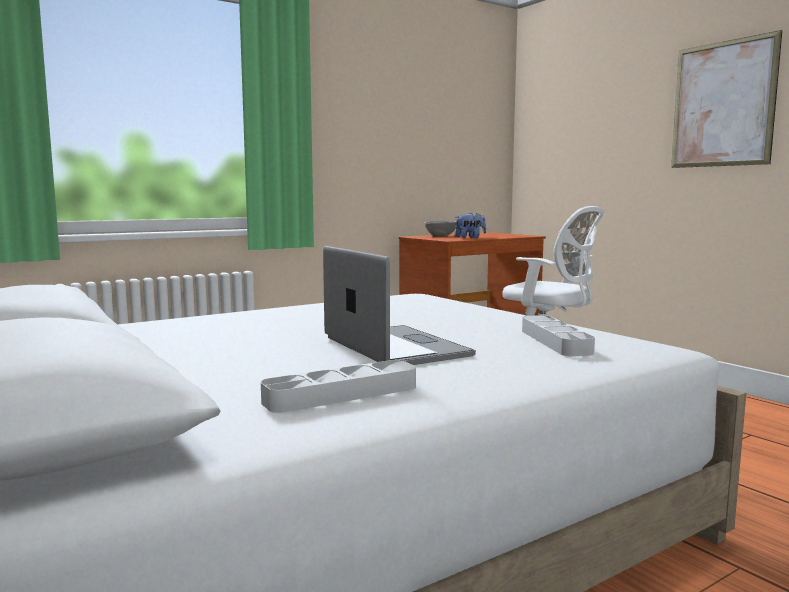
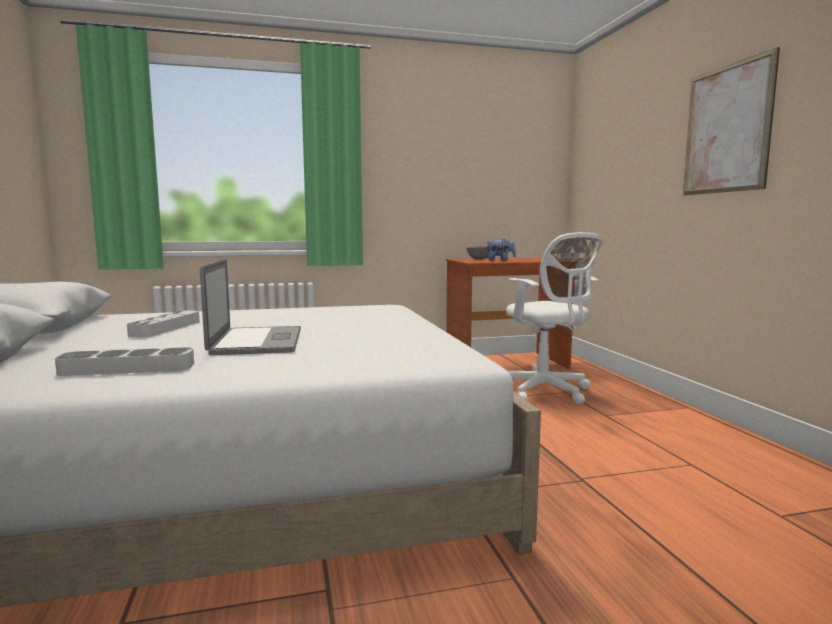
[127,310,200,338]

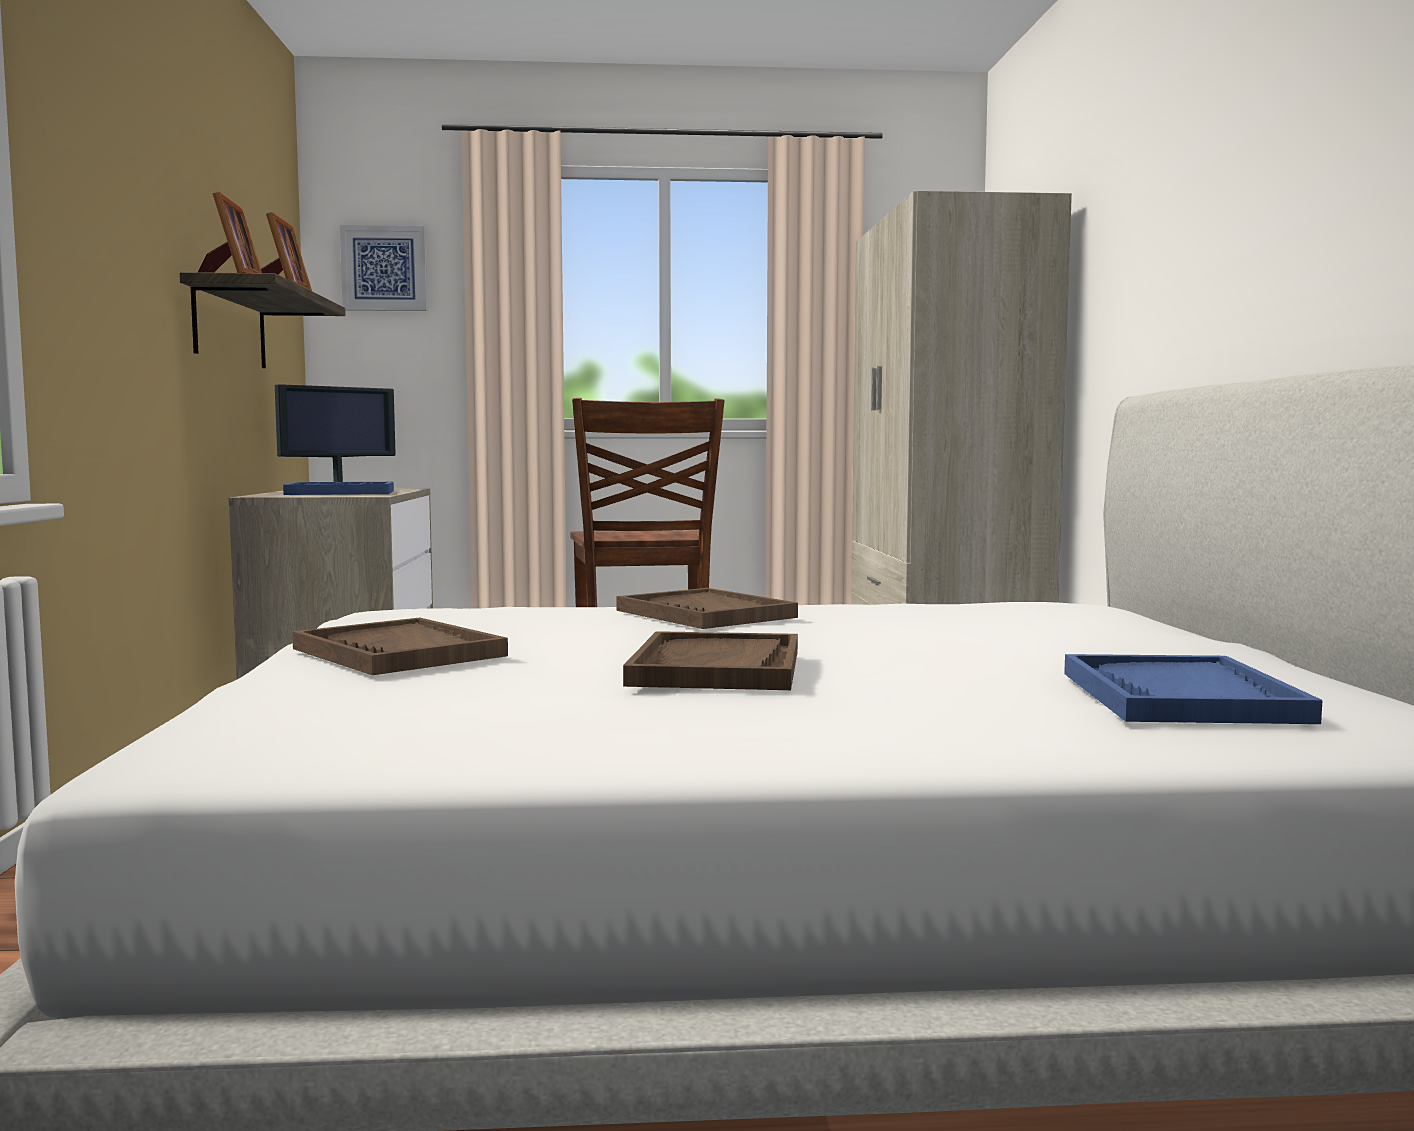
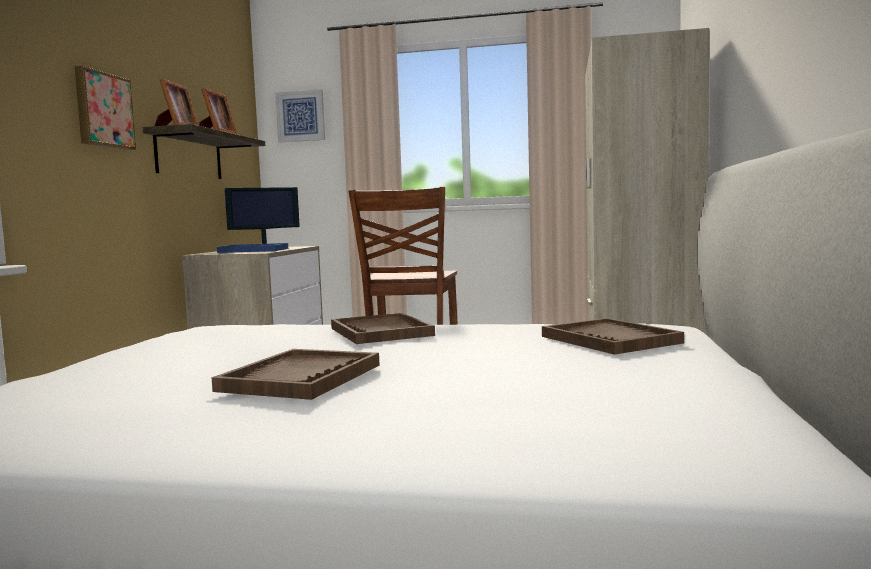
[75,66,136,150]
[542,318,684,355]
[1064,654,1322,724] (first image)

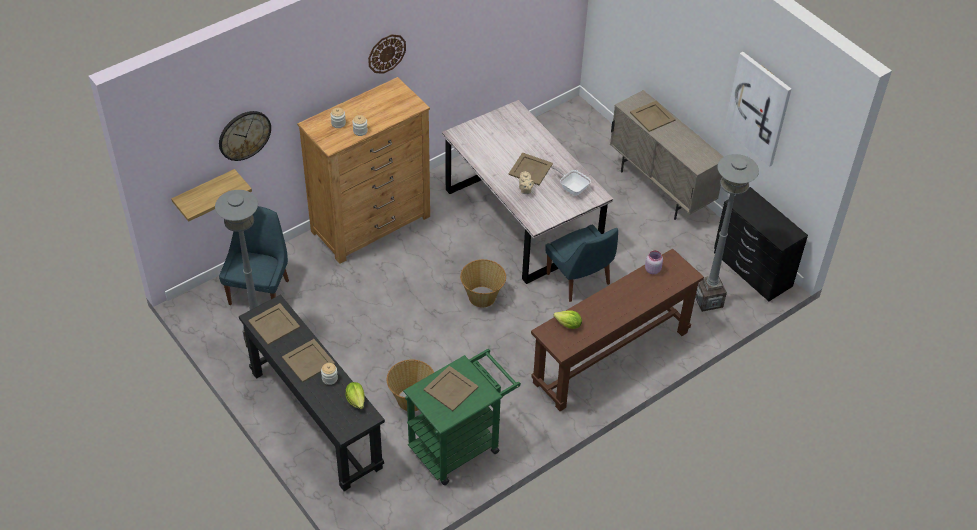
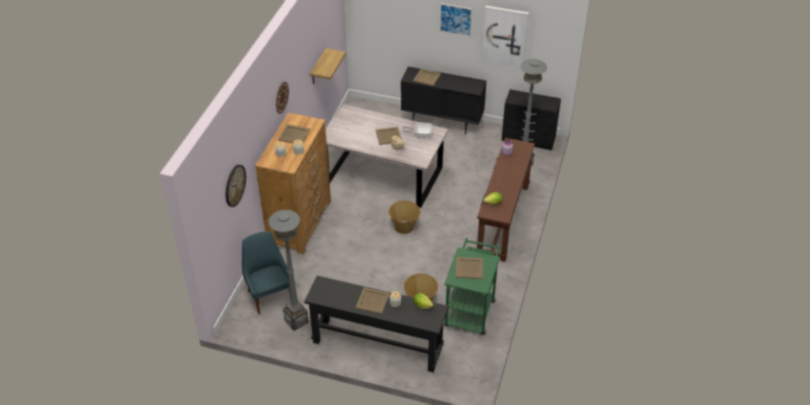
[278,124,310,143]
[310,48,346,84]
[401,67,487,135]
[440,4,473,37]
[545,224,618,302] (first image)

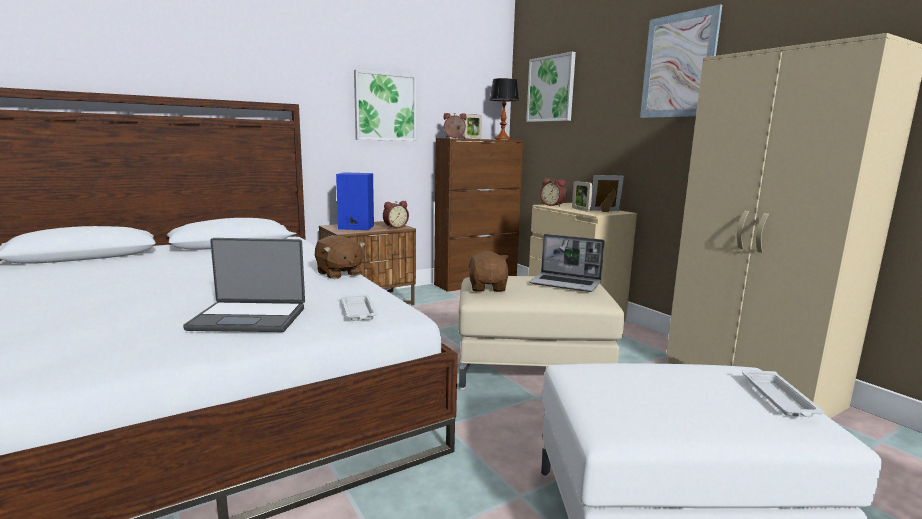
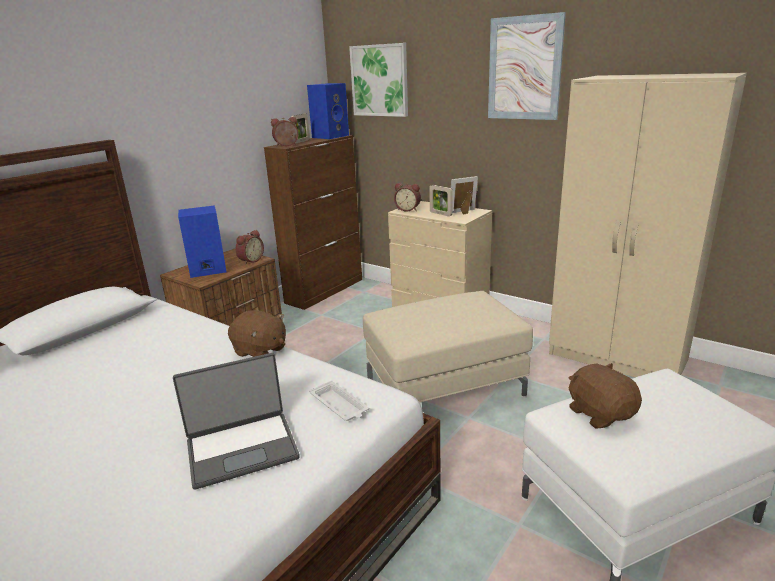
[307,83,349,139]
[568,363,642,429]
[354,70,417,141] (first image)
[530,234,605,292] (first image)
[742,370,824,417] (first image)

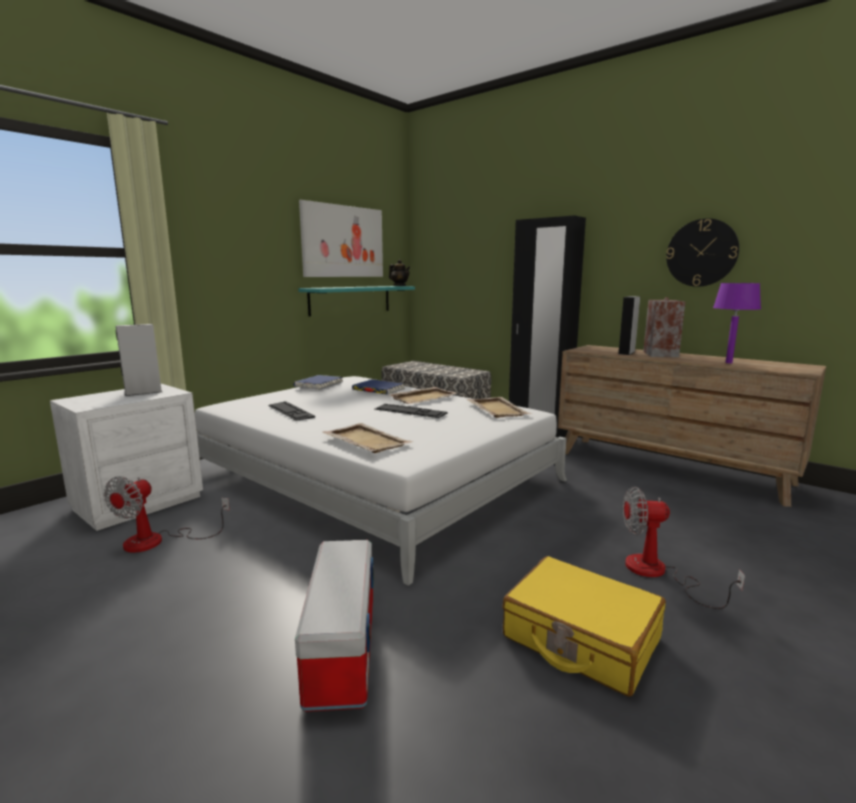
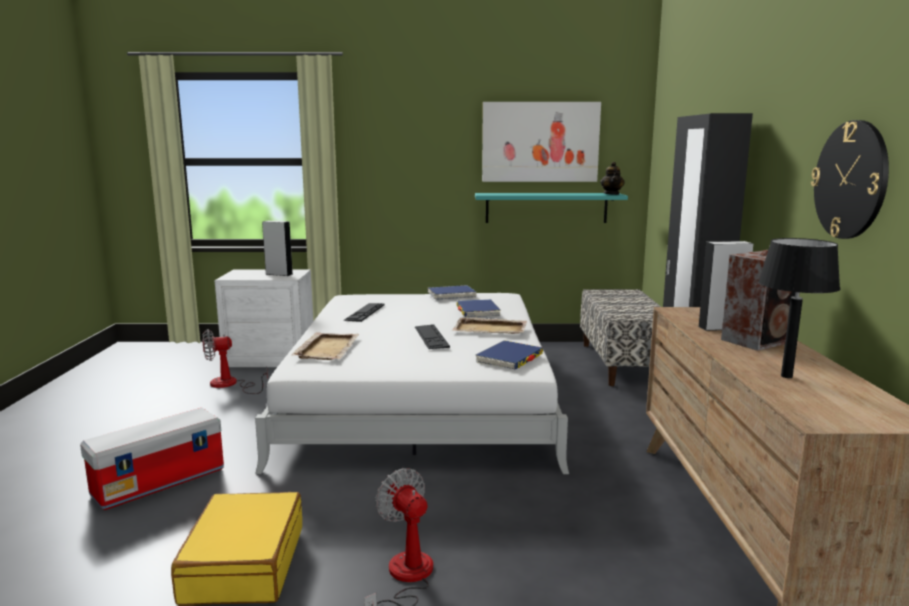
[476,340,543,370]
[758,238,840,378]

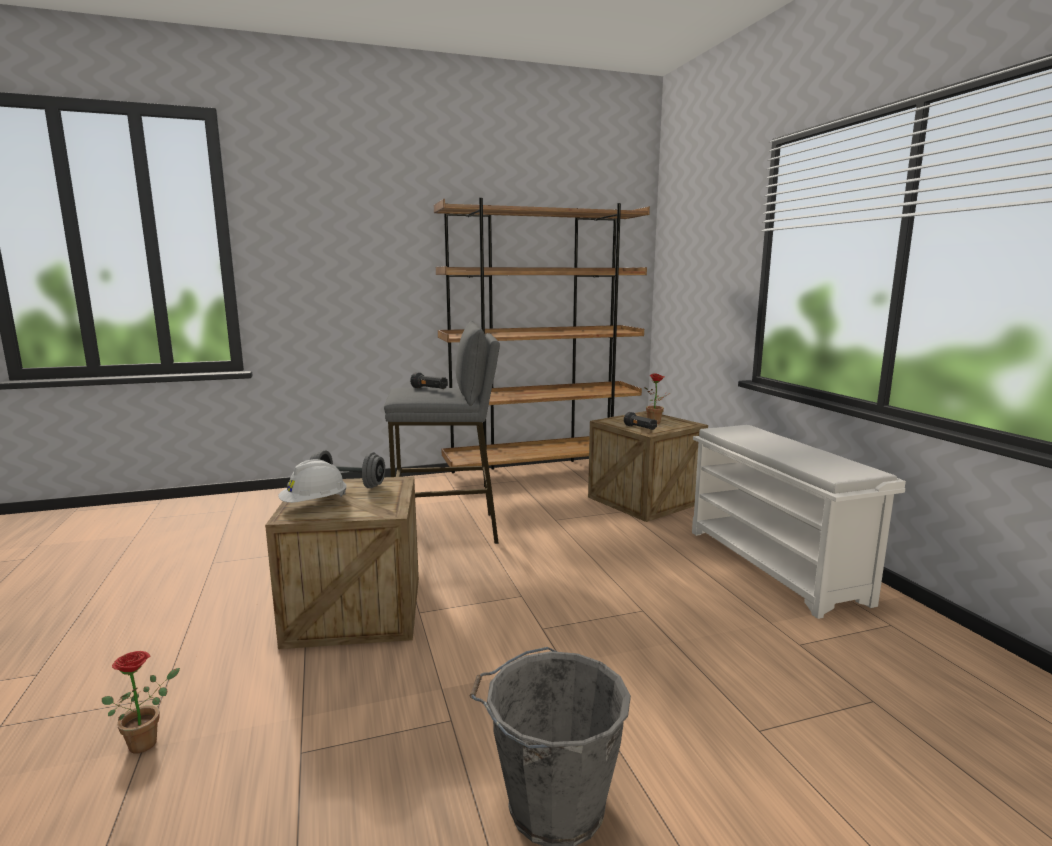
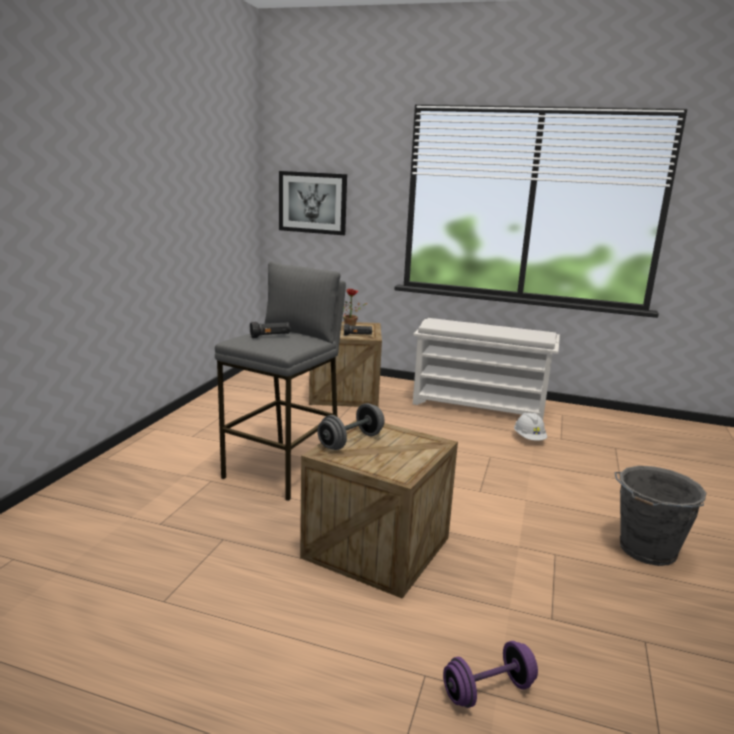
[279,171,347,235]
[443,641,538,708]
[514,413,547,441]
[434,198,650,487] (first image)

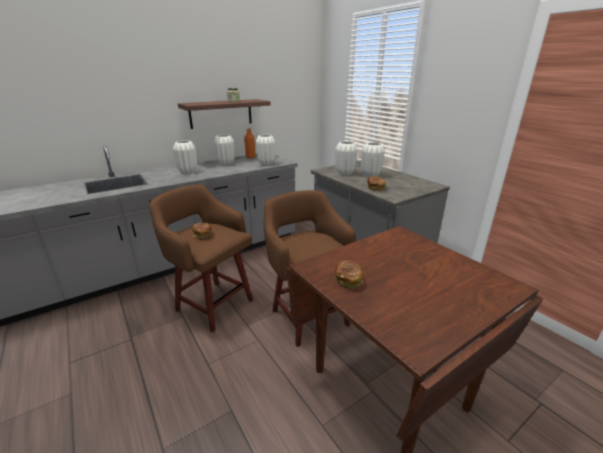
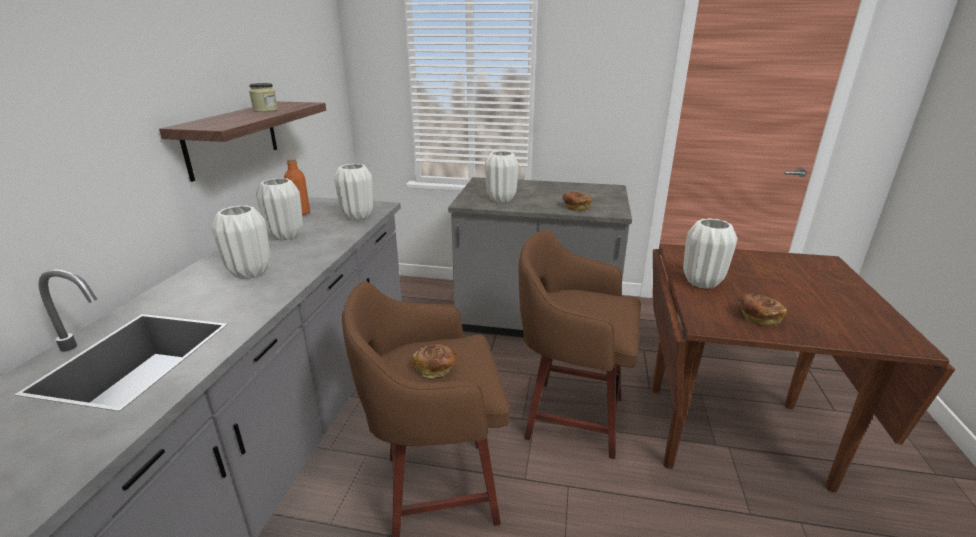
[683,218,738,289]

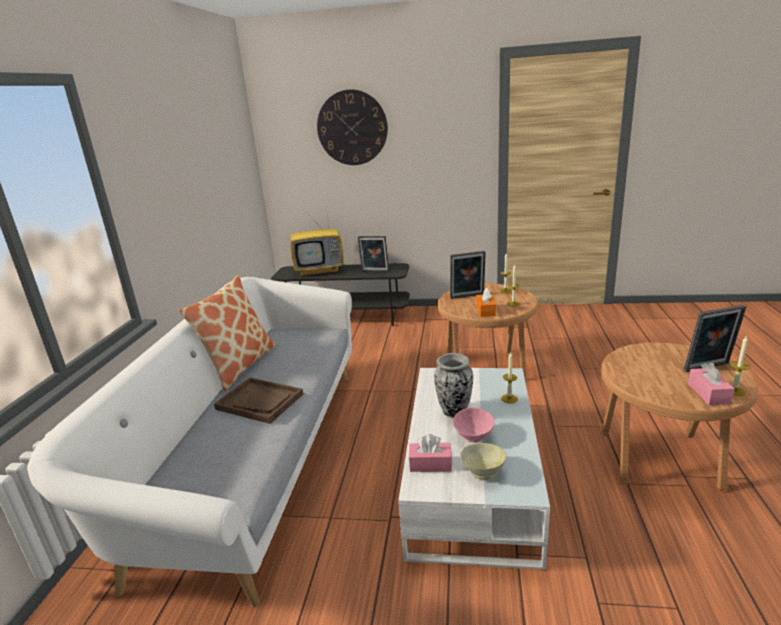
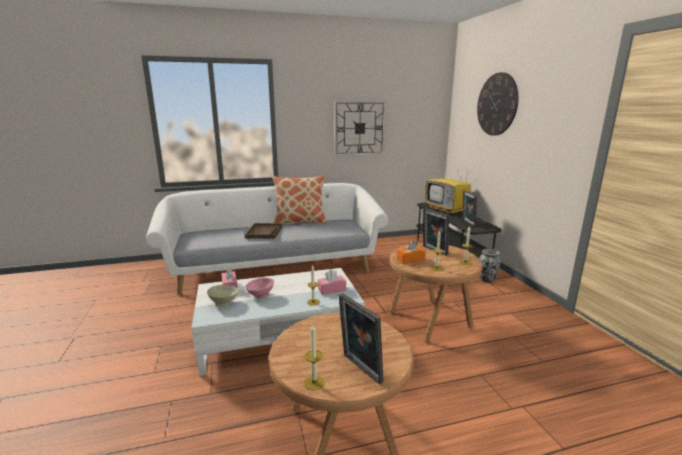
[318,269,346,295]
[334,101,386,156]
[479,249,501,283]

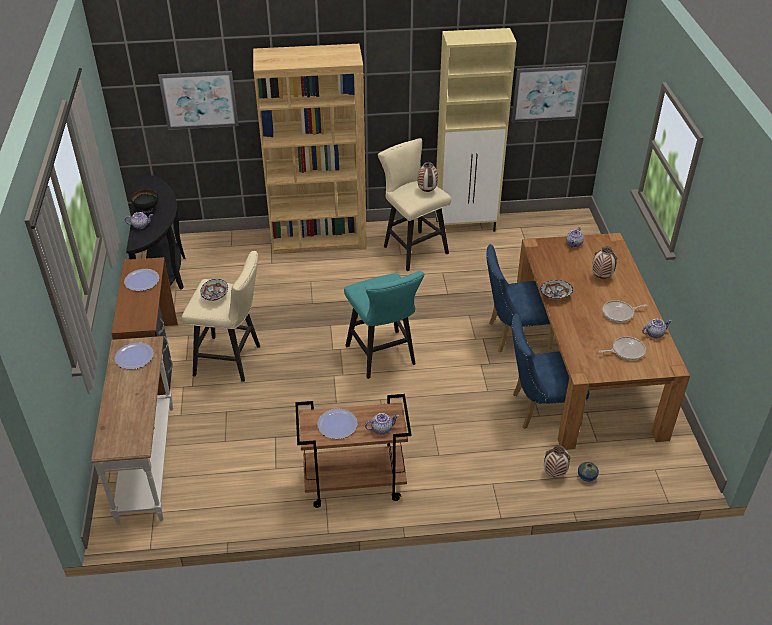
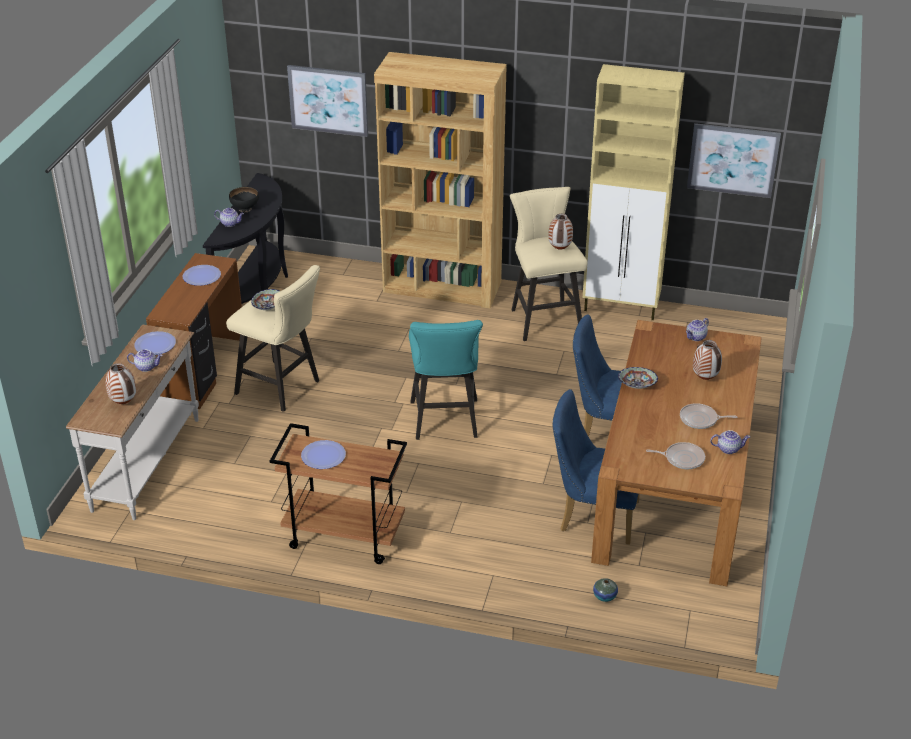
[105,363,136,404]
[127,350,163,372]

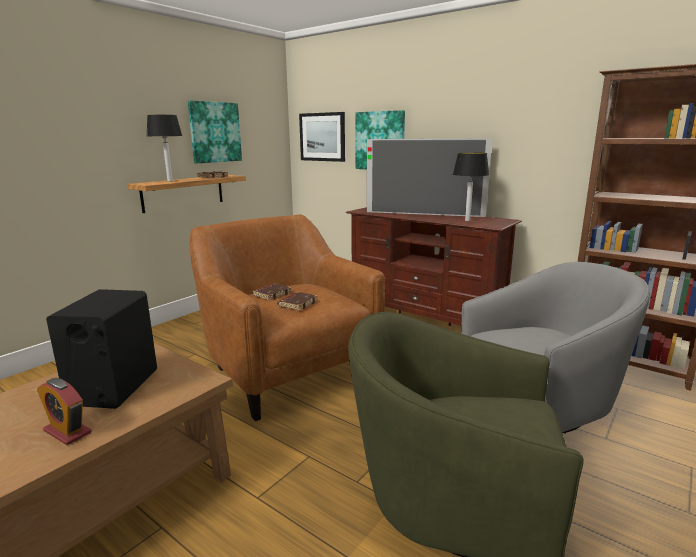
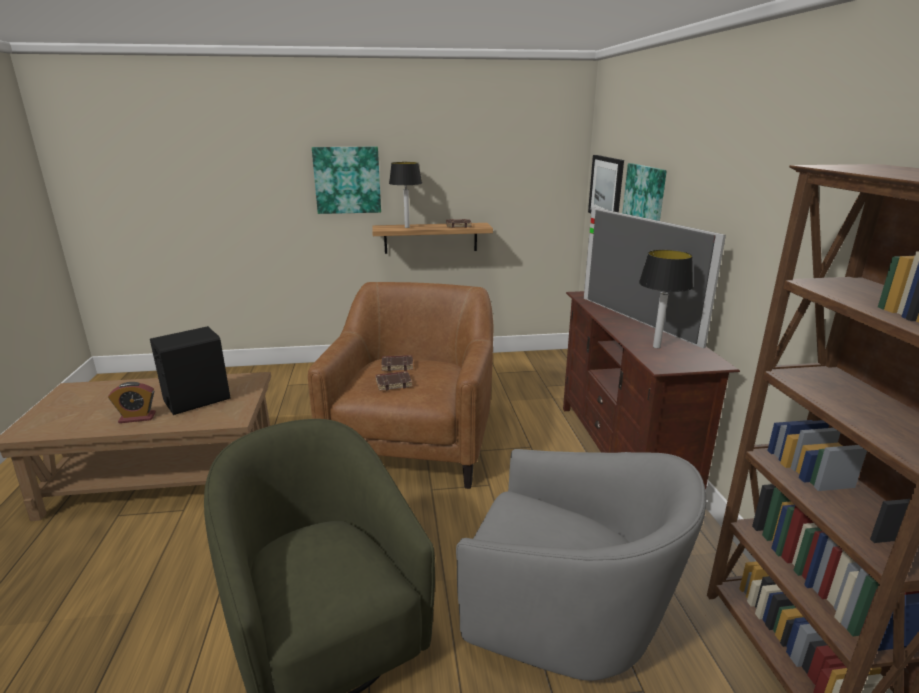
[108,382,156,423]
[312,147,381,214]

